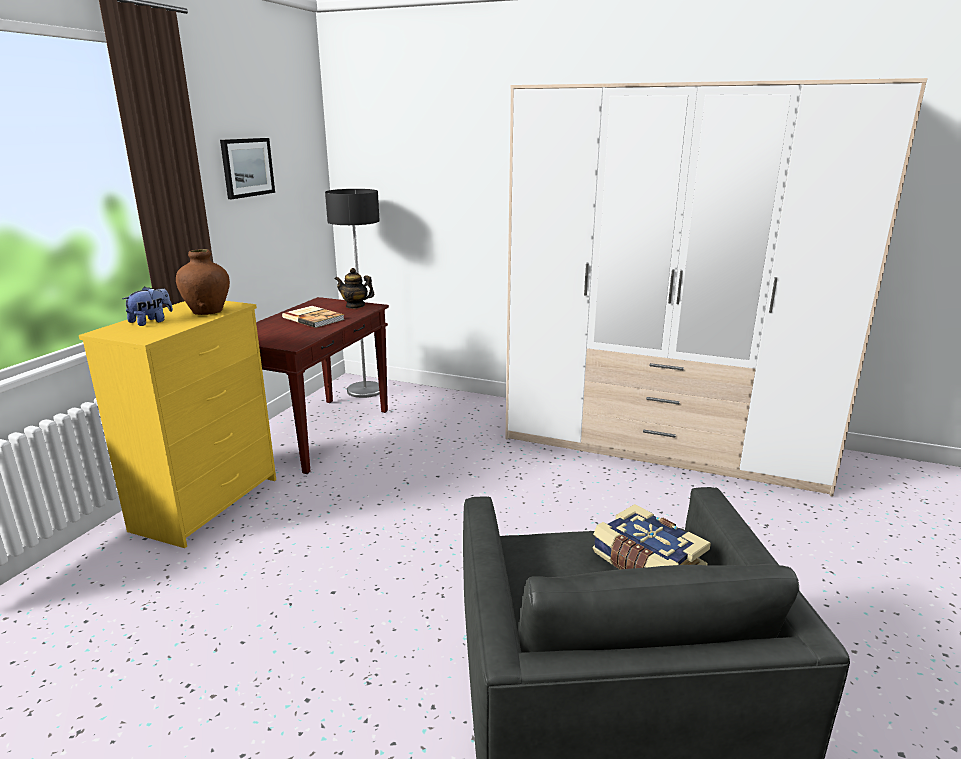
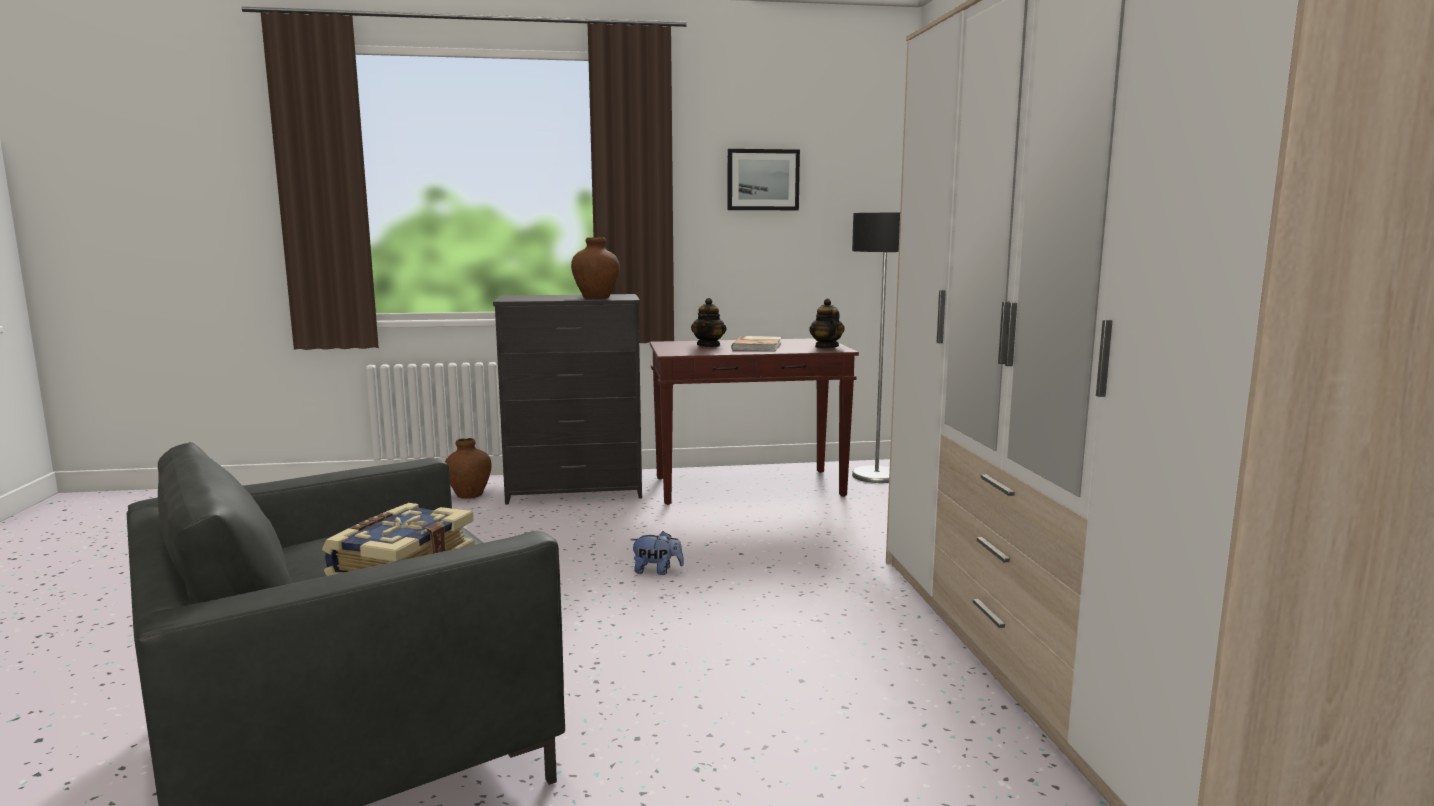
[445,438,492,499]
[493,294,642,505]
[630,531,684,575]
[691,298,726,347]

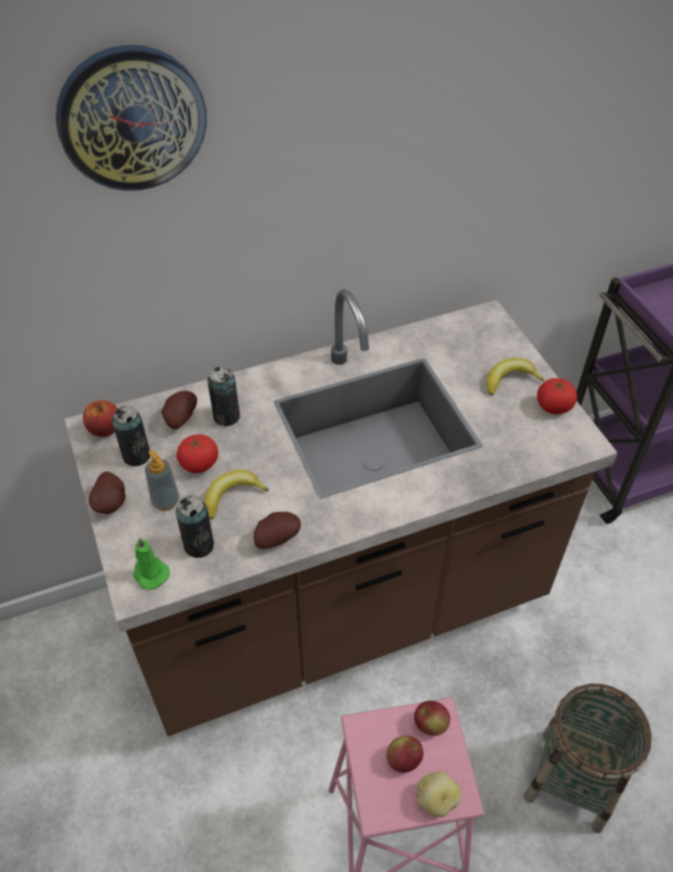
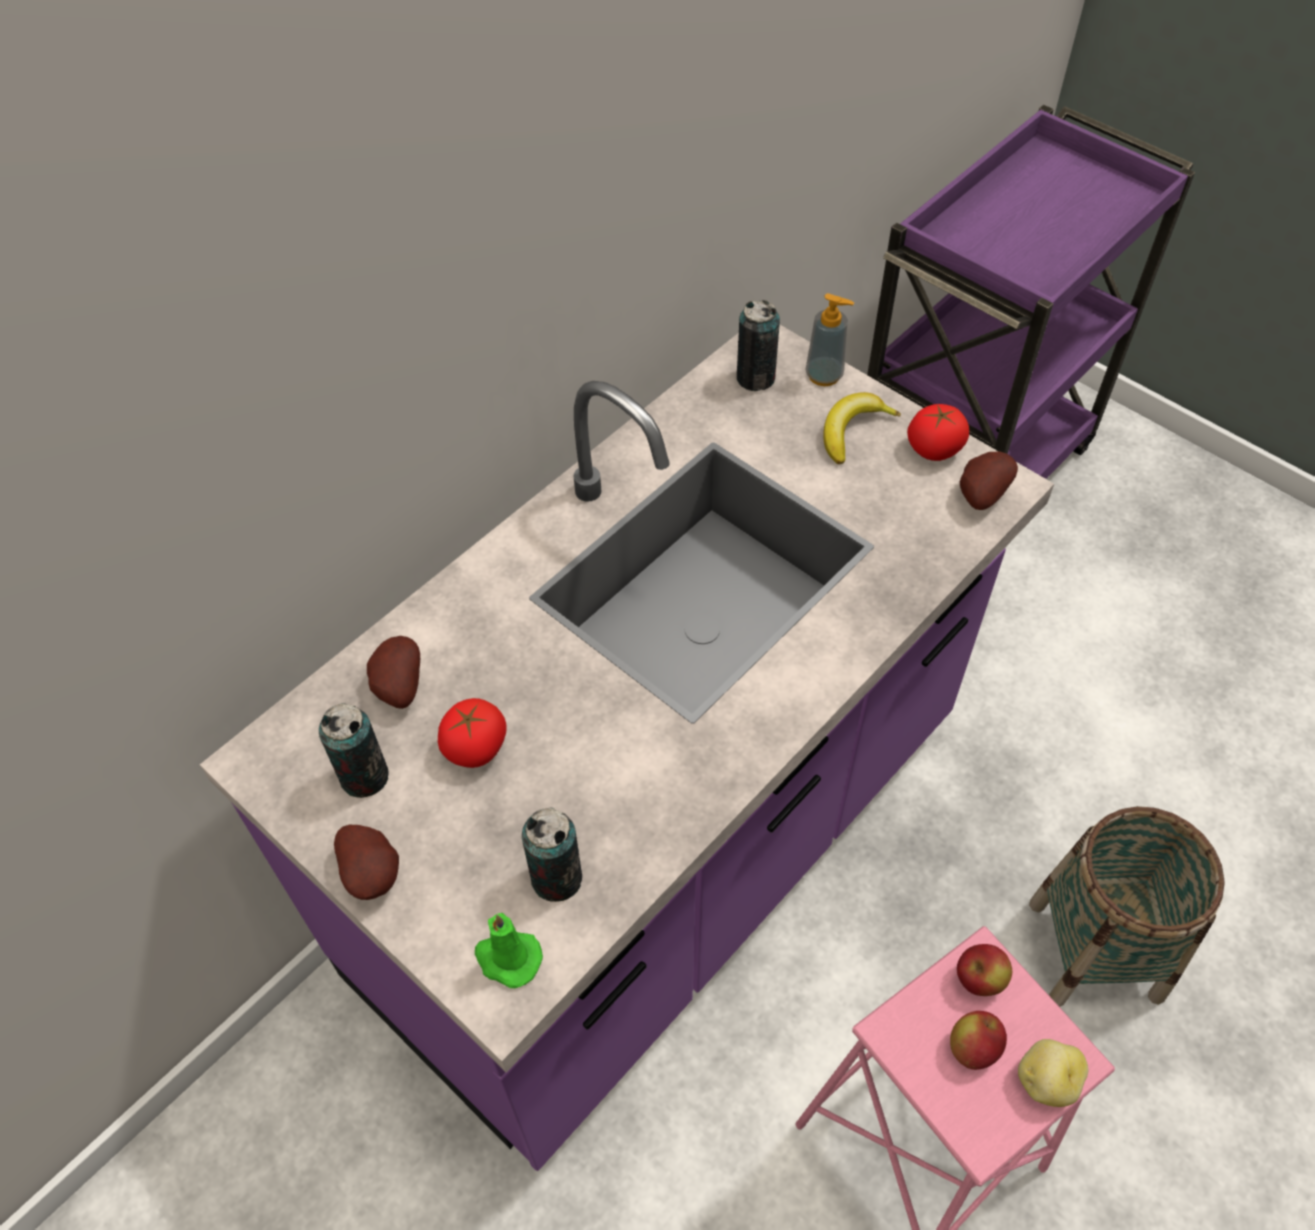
[200,324,1054,1171]
[737,300,780,391]
[805,293,854,386]
[960,451,1018,510]
[56,45,207,191] (first image)
[83,400,118,437] (first image)
[204,470,269,519] (first image)

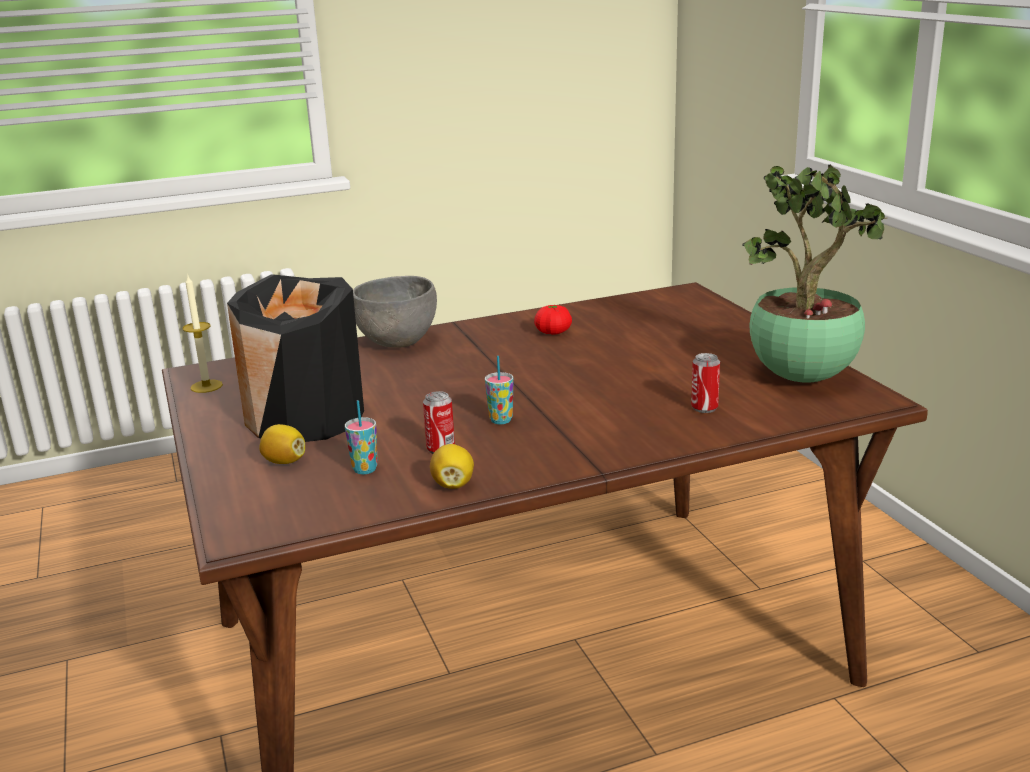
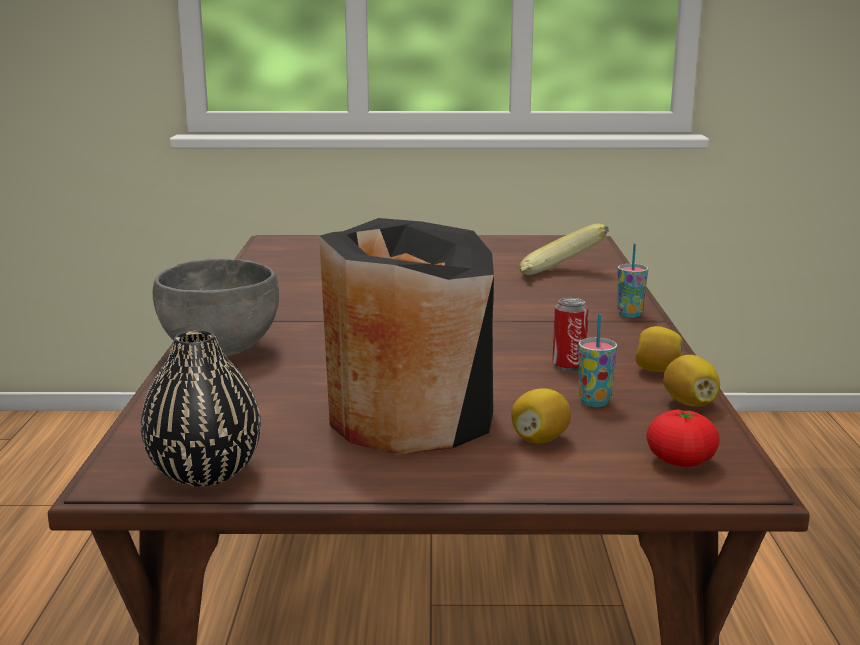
[141,330,261,487]
[520,224,609,275]
[618,243,648,318]
[646,409,720,467]
[663,355,720,407]
[743,165,888,382] (first image)

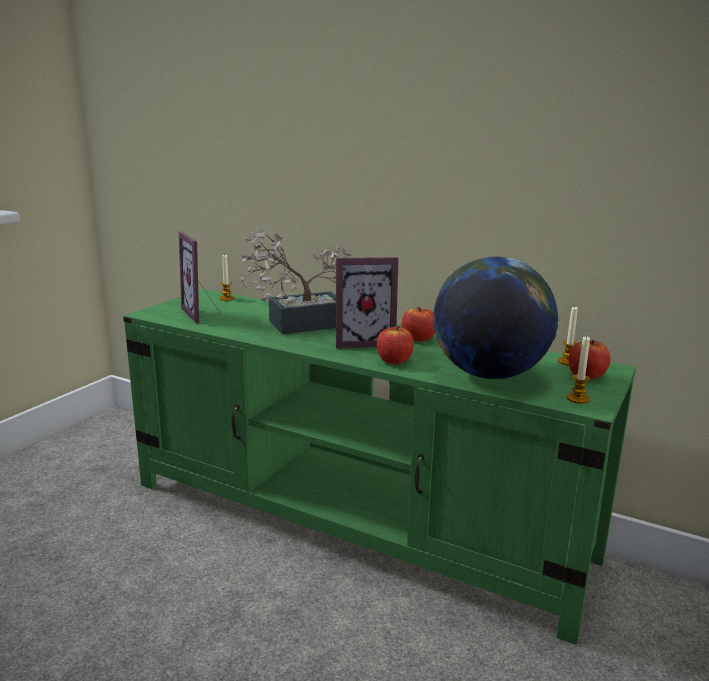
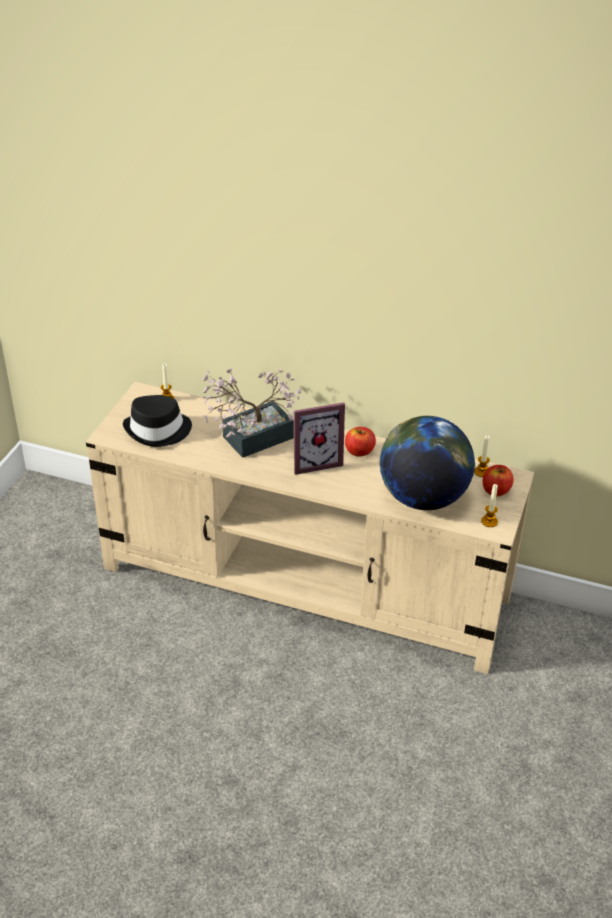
[86,382,534,674]
[123,395,192,447]
[377,326,414,364] (first image)

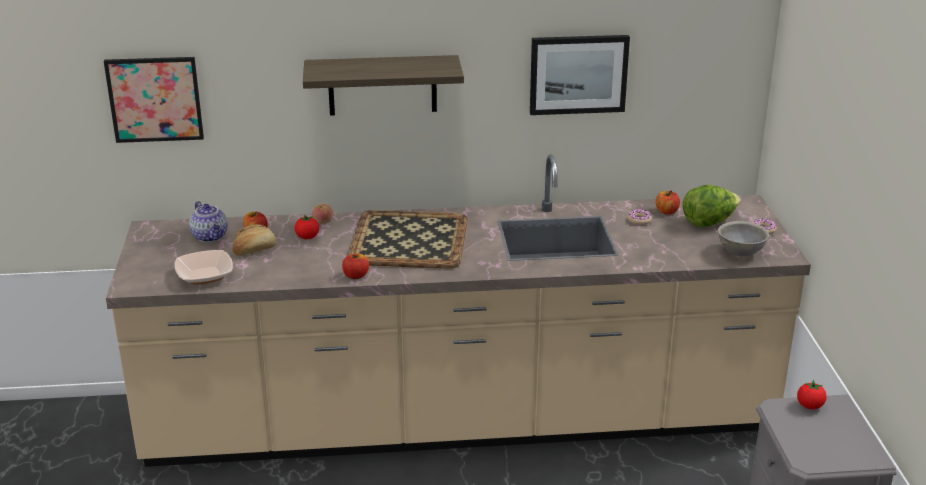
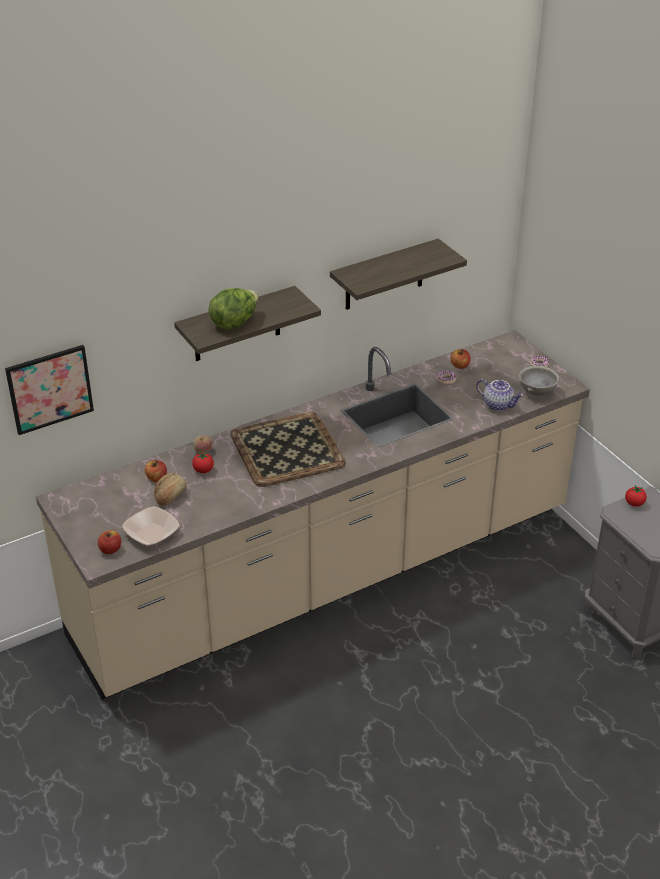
[98,530,121,554]
[208,288,258,330]
[330,239,467,310]
[476,379,523,411]

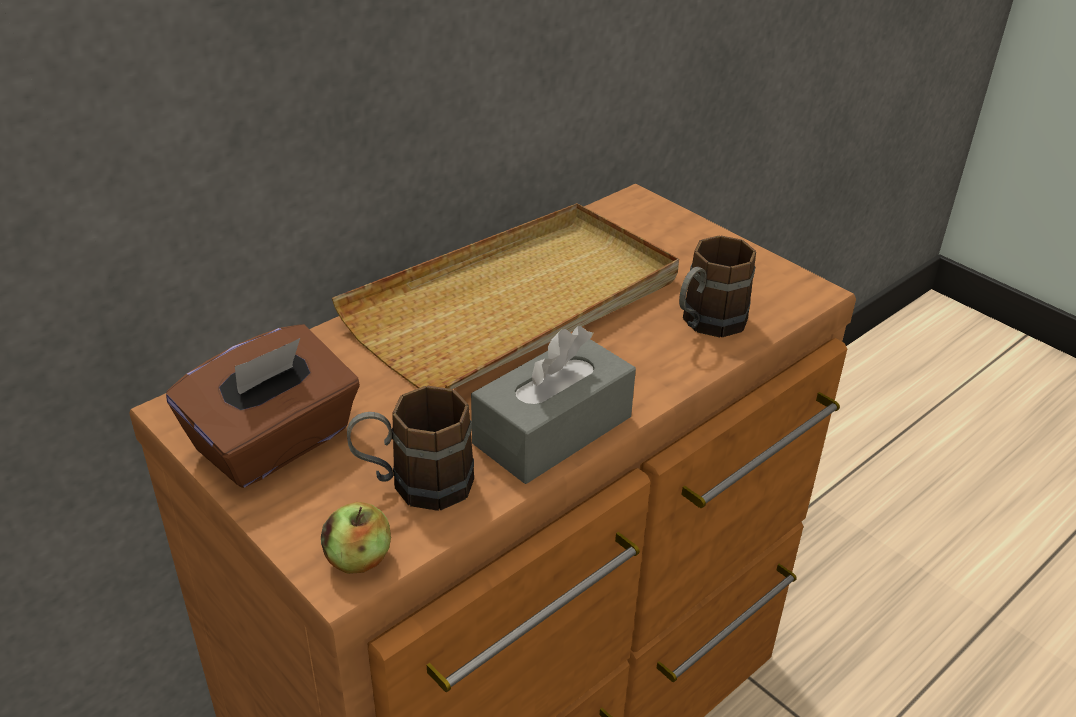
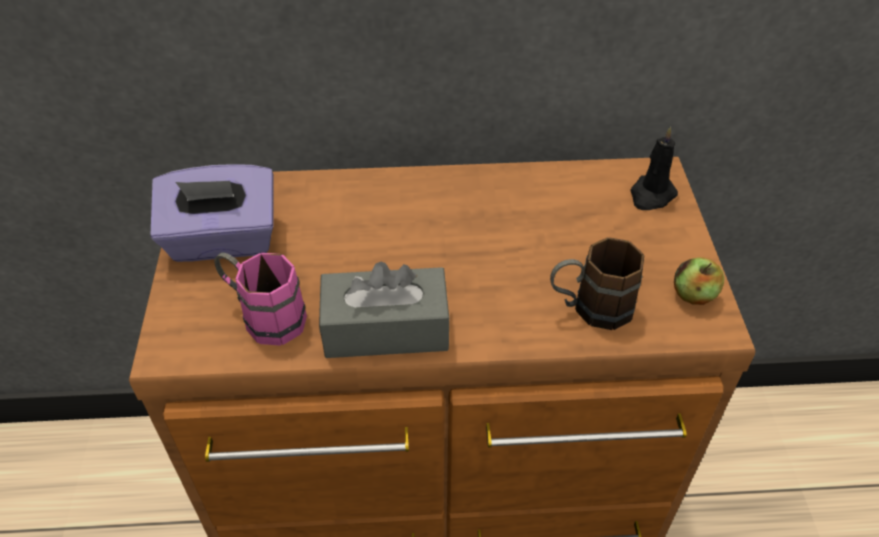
[151,164,274,262]
[214,252,307,346]
[630,126,678,210]
[674,258,725,305]
[332,203,679,389] (first image)

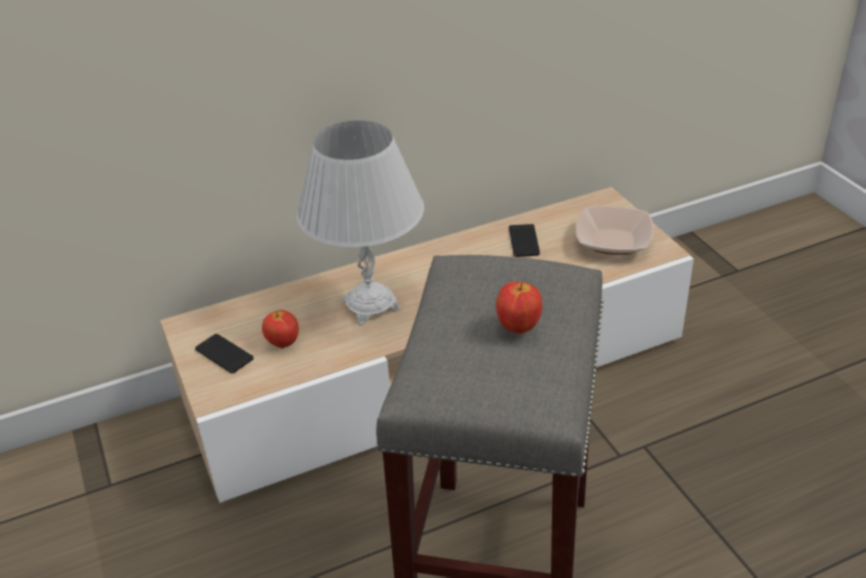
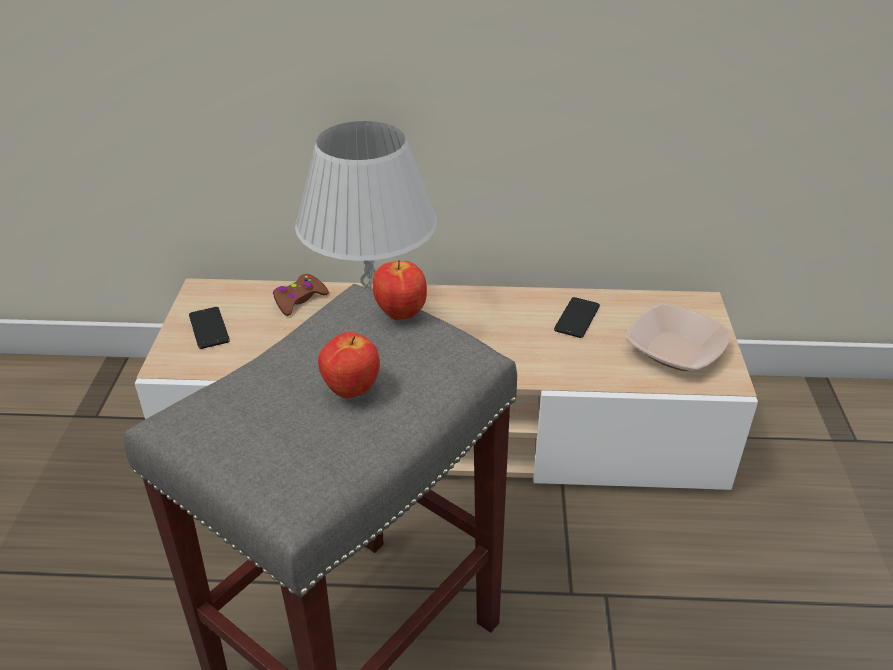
[273,274,329,316]
[373,260,427,320]

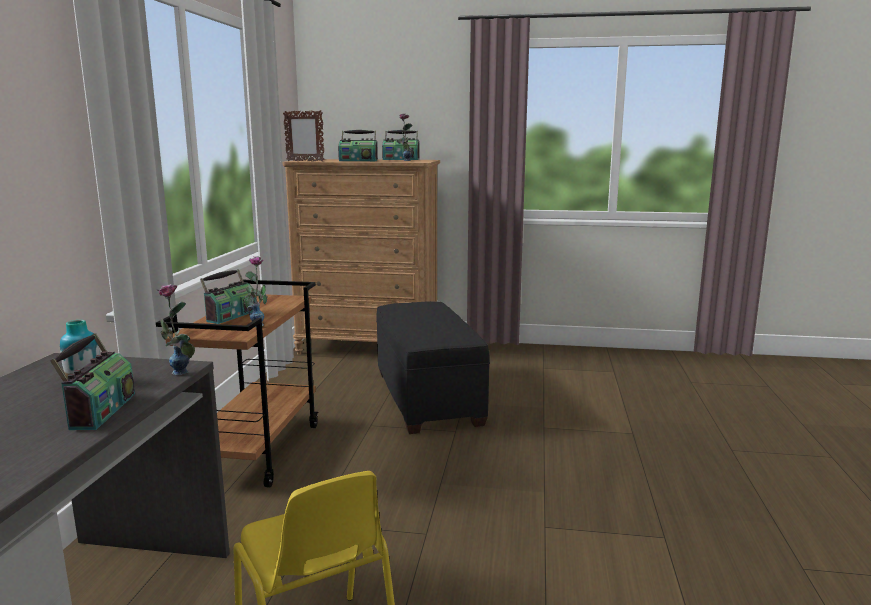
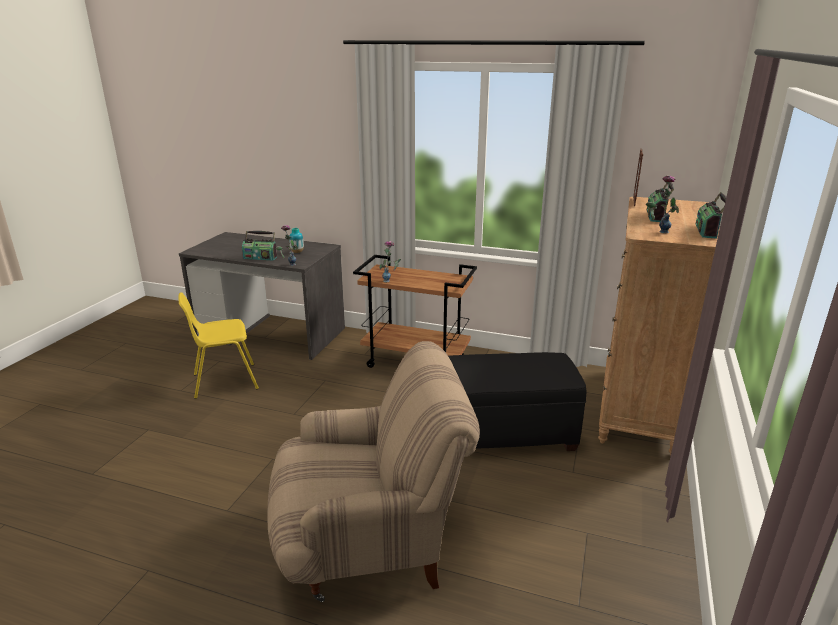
[268,341,480,602]
[200,269,256,324] (first image)

